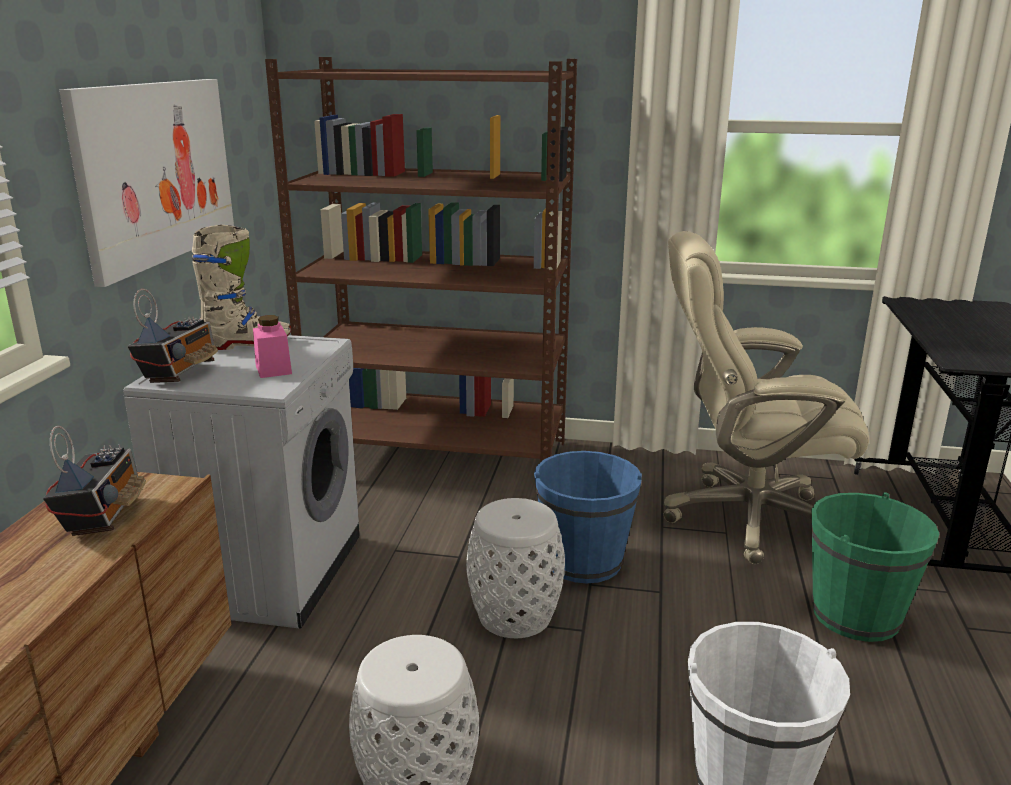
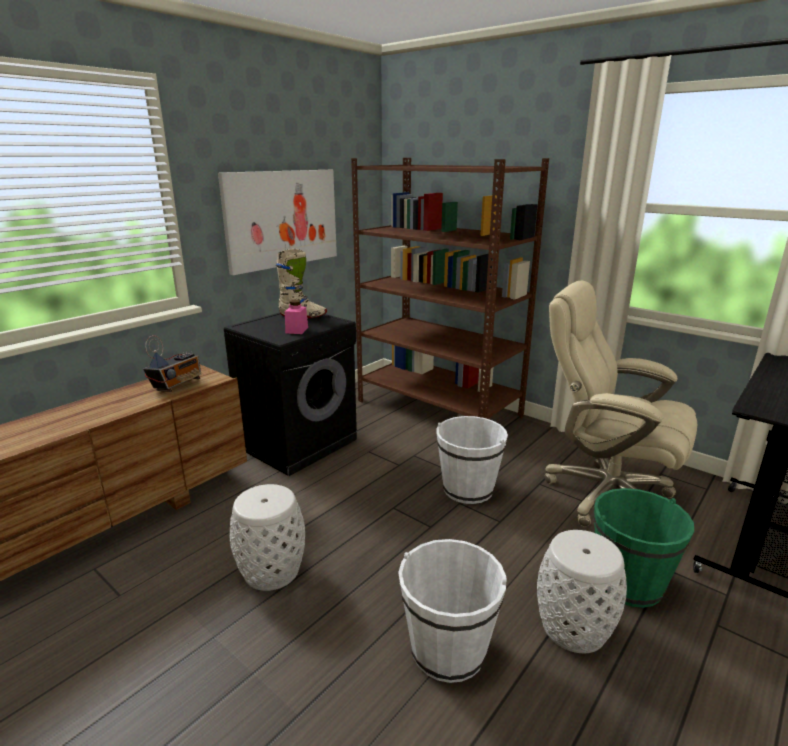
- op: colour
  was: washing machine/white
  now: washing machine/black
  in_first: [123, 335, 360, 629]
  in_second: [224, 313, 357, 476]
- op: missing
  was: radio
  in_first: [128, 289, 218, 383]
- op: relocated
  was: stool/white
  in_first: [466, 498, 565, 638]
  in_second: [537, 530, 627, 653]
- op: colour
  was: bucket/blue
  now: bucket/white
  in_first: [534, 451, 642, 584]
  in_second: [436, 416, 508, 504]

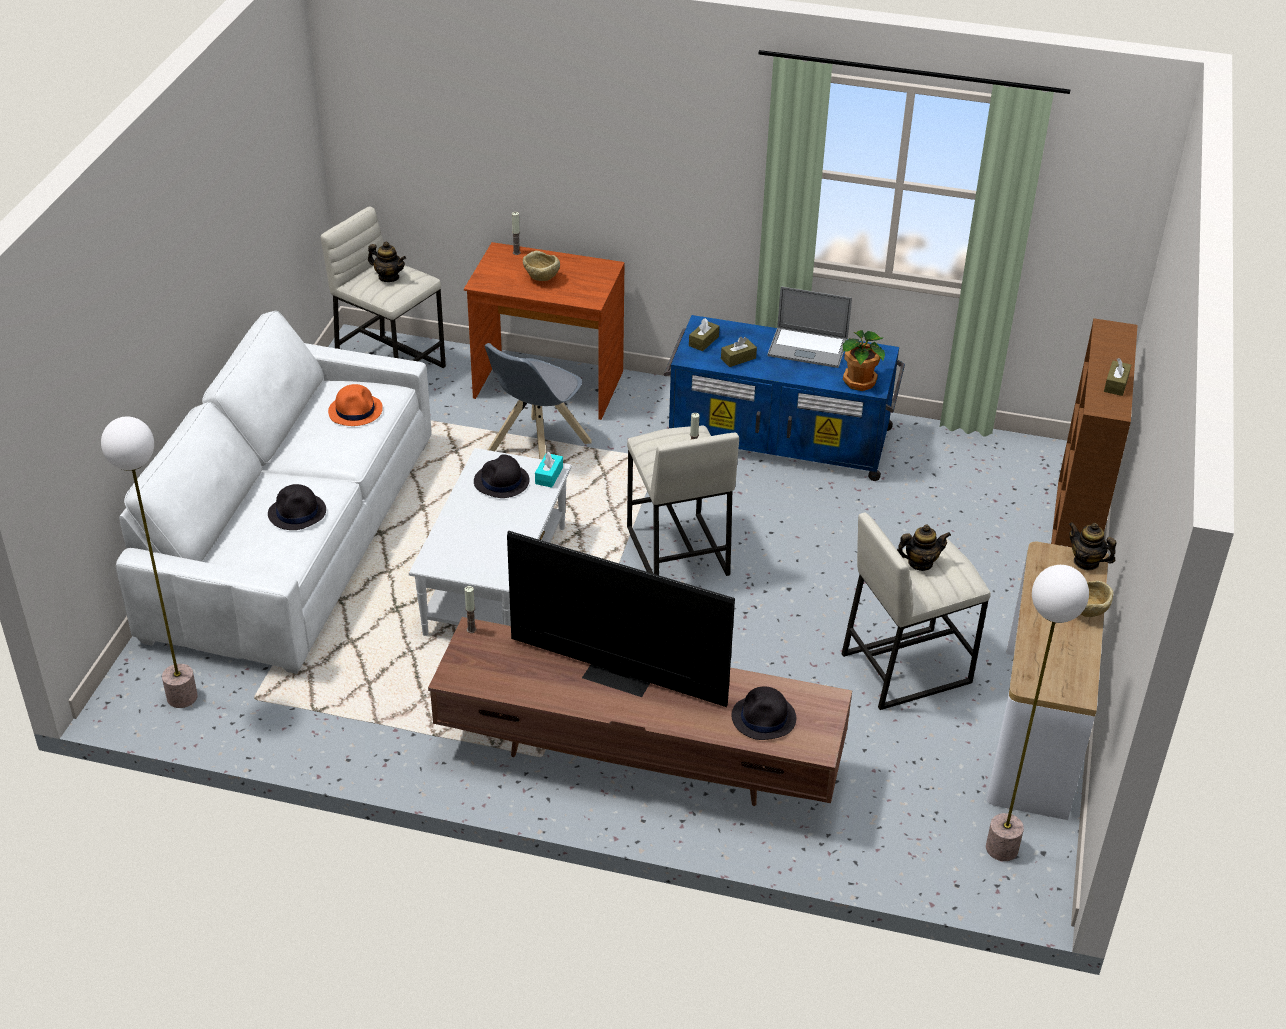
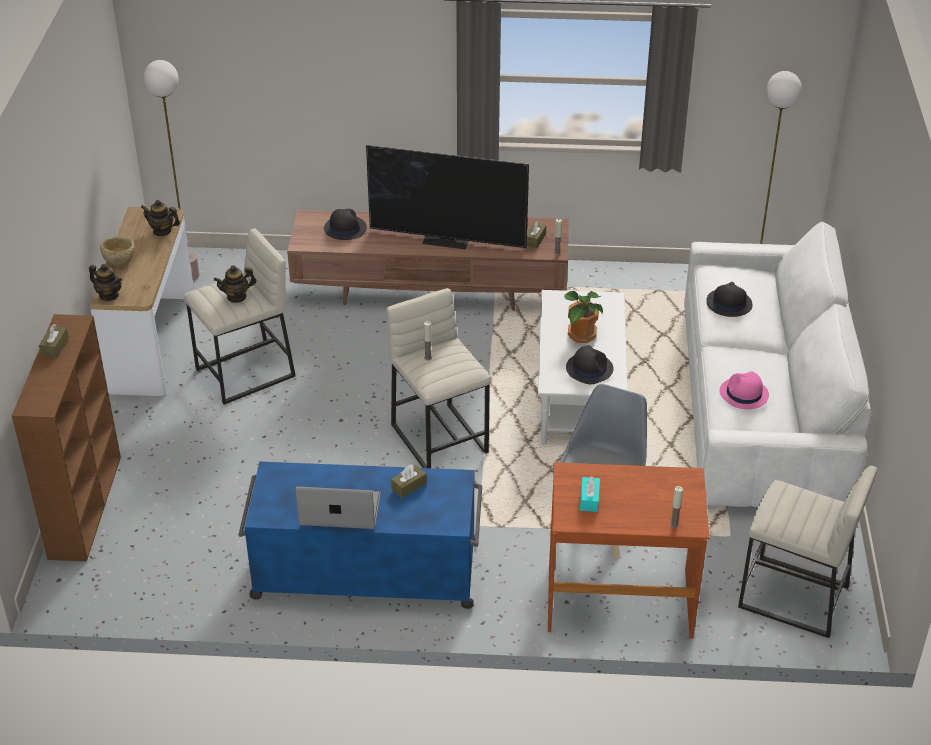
- op: colour
  was: hat/orange
  now: hat/pink
  in_first: [328, 384, 383, 426]
  in_second: [720, 371, 769, 409]
- op: relocated
  was: teapot
  in_first: [368, 242, 406, 282]
  in_second: [141, 200, 180, 236]
- op: missing
  was: bowl/beige
  in_first: [523, 251, 560, 281]
- op: relocated
  was: tissue box/turquoise
  in_first: [535, 452, 563, 488]
  in_second: [580, 476, 600, 512]
- op: relocated
  was: tissue box/brown
  in_first: [689, 318, 719, 351]
  in_second: [527, 221, 546, 248]
- op: relocated
  was: potted plant
  in_first: [843, 330, 885, 391]
  in_second: [564, 291, 603, 343]

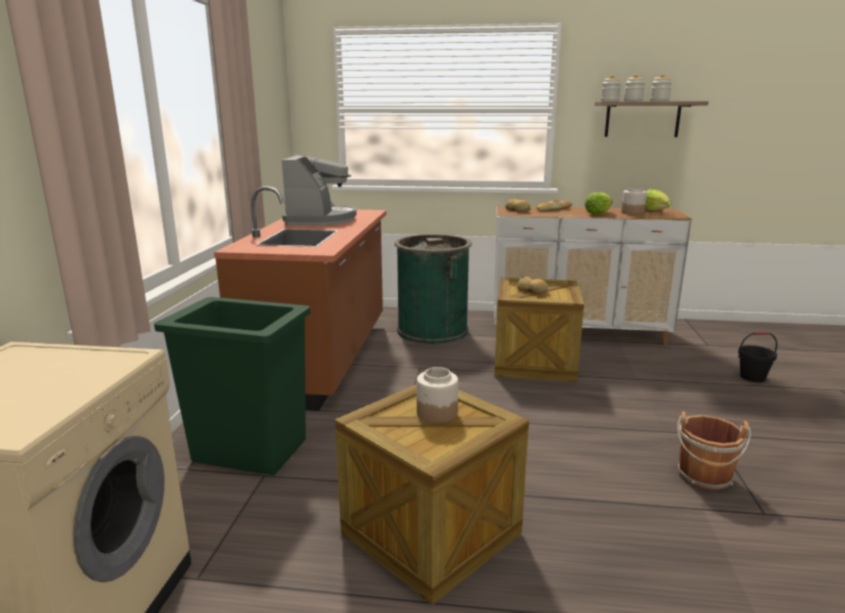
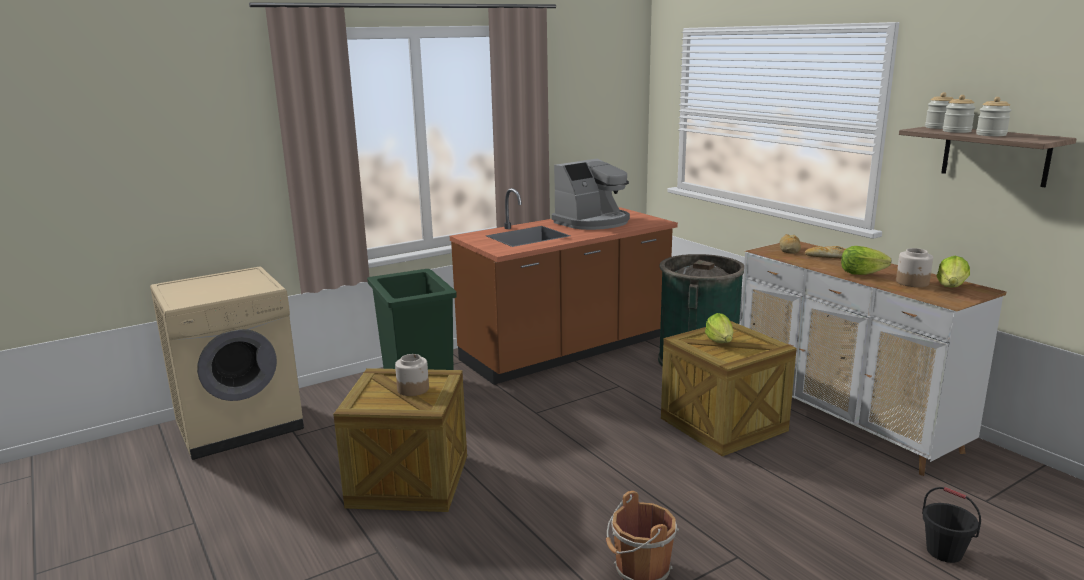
- op: exchanged
  was: bread
  now: lettuce
  in_first: [516, 277, 548, 294]
  in_second: [705, 313, 734, 343]

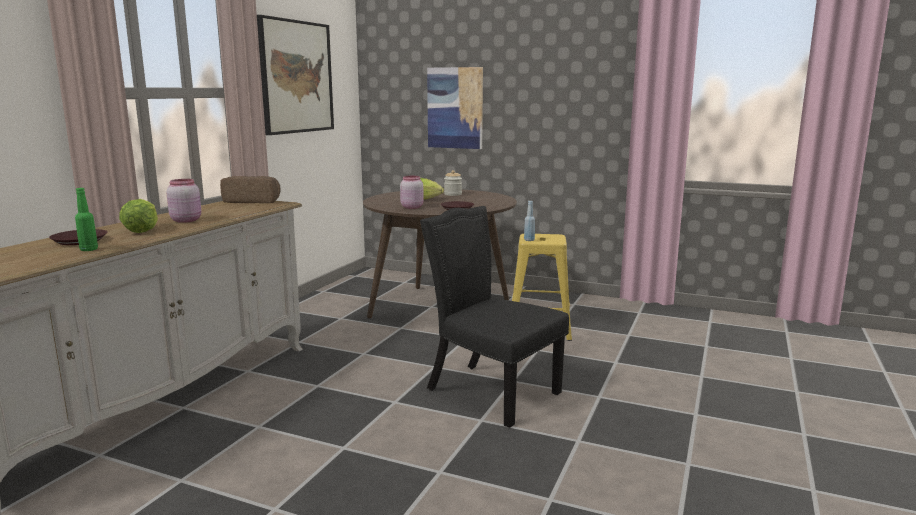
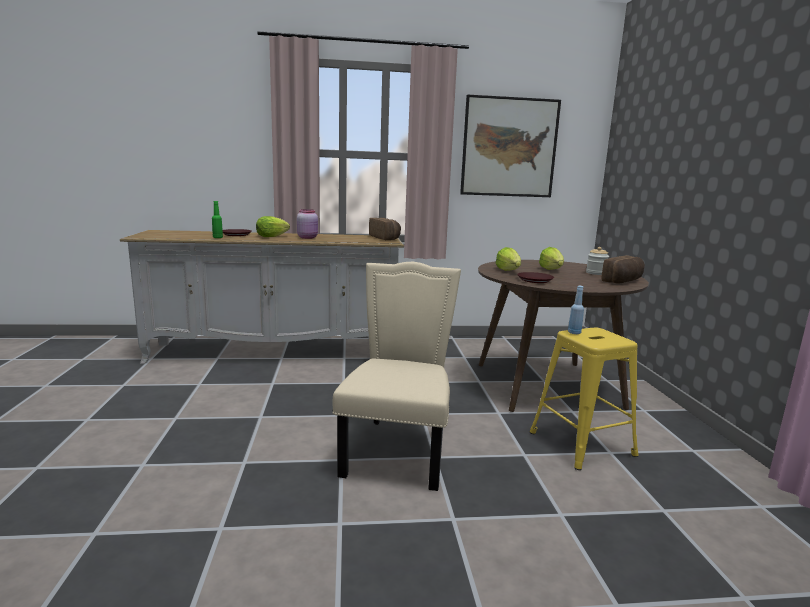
- op: exchanged
  was: jar/pink
  now: lettuce
  in_first: [400, 176, 424, 209]
  in_second: [496, 247, 521, 271]
- op: colour
  was: chair/black
  now: chair/beige
  in_first: [420, 206, 569, 428]
  in_second: [332, 262, 461, 491]
- op: missing
  was: picture
  in_first: [427, 67, 483, 149]
- op: appeared
  now: bread
  in_second: [602, 255, 645, 284]

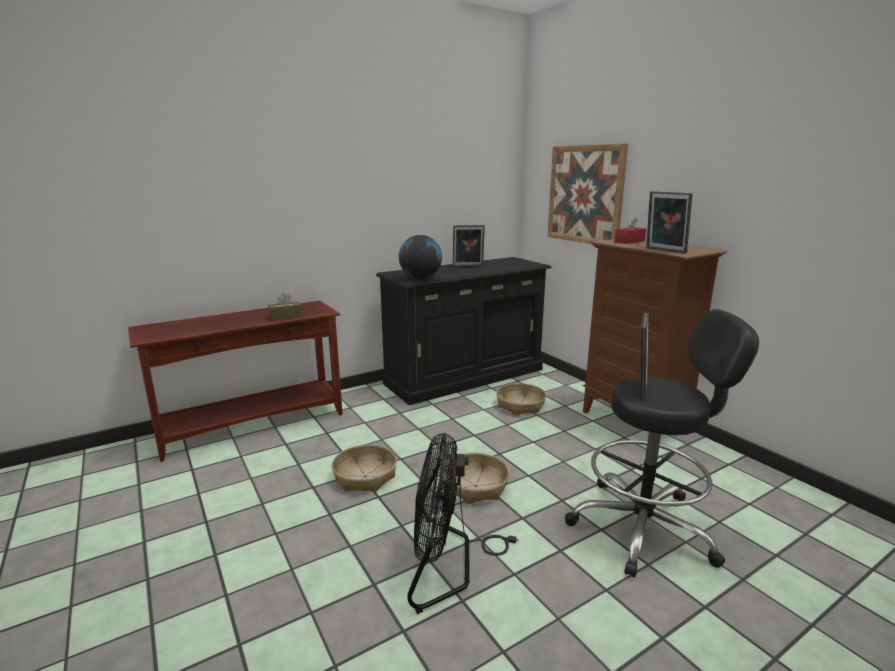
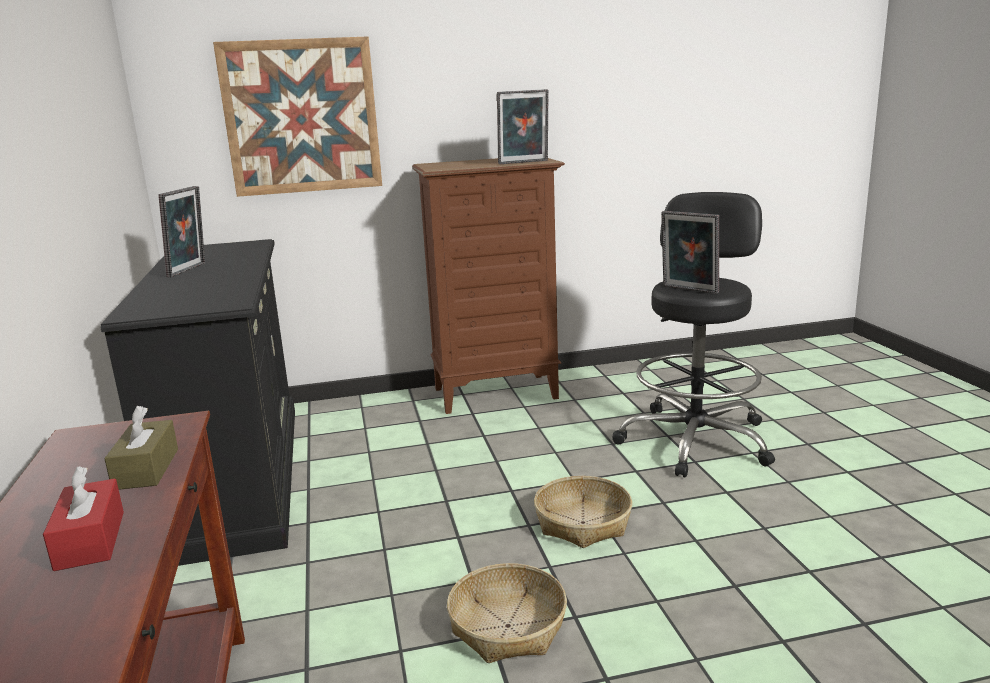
- op: missing
  was: globe
  in_first: [399, 235, 442, 280]
- op: missing
  was: fan/black
  in_first: [407, 432, 519, 614]
- op: missing
  was: basket
  in_first: [496, 383, 546, 415]
- op: relocated
  was: tissue box/red
  in_first: [614, 216, 646, 244]
  in_second: [43, 466, 124, 571]

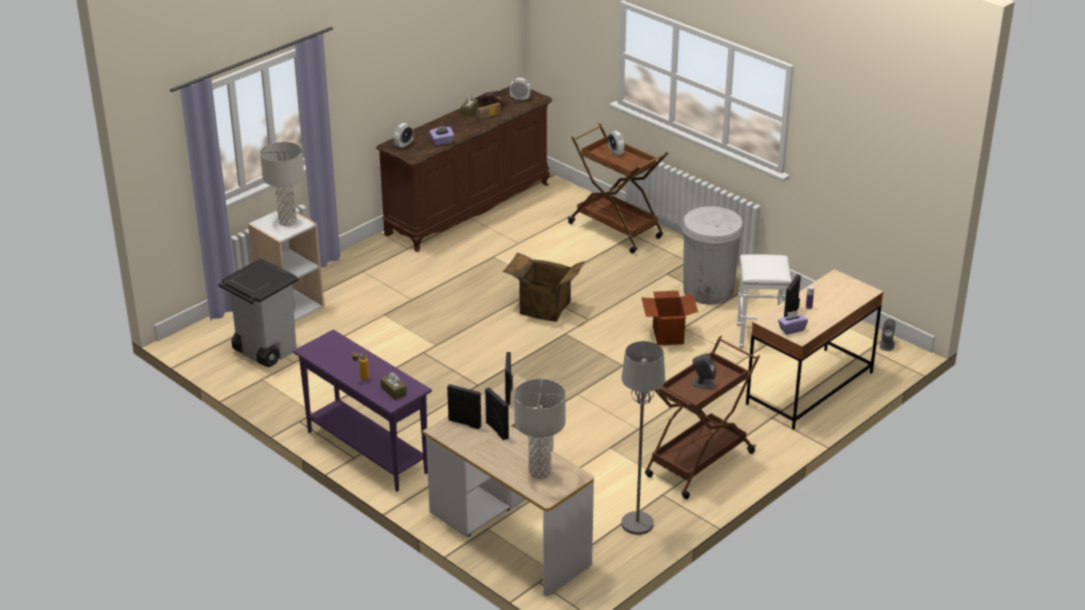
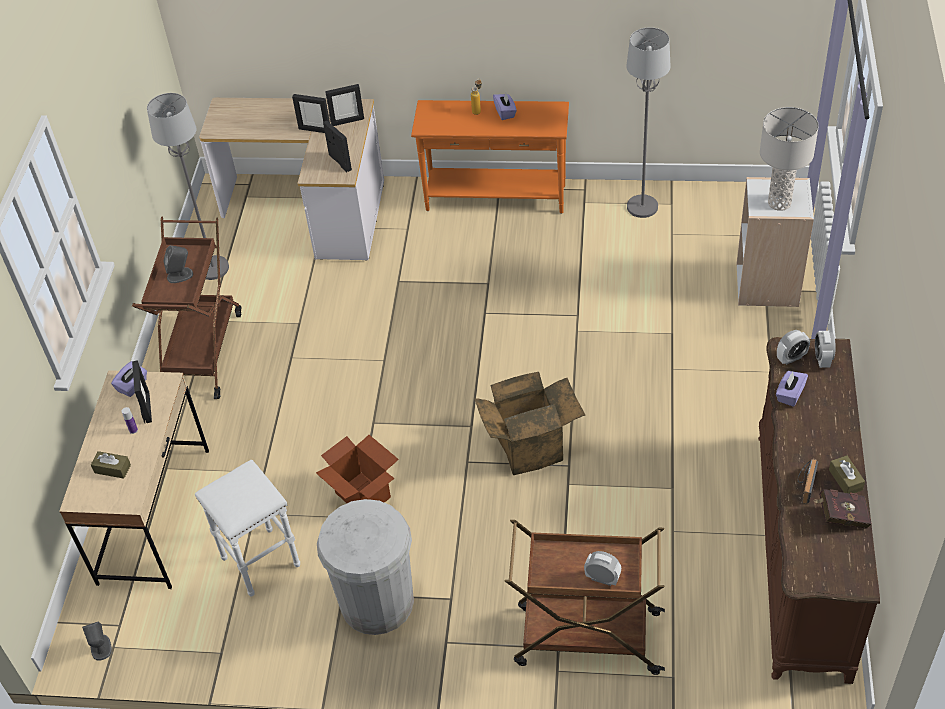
- op: missing
  was: trash can/grey
  in_first: [218, 259, 298, 367]
- op: colour
  was: console table/purple
  now: console table/orange
  in_first: [293, 329, 432, 492]
  in_second: [411, 100, 569, 214]
- op: relocated
  was: tissue box/brown
  in_first: [380, 372, 407, 400]
  in_second: [91, 451, 131, 479]
- op: relocated
  was: alarm clock
  in_first: [510, 78, 531, 101]
  in_second: [777, 330, 810, 365]
- op: missing
  was: table lamp/white
  in_first: [514, 379, 566, 479]
- op: appeared
  now: tissue box/purple
  in_second: [493, 93, 517, 120]
- op: appeared
  now: floor lamp/grey
  in_second: [626, 27, 671, 218]

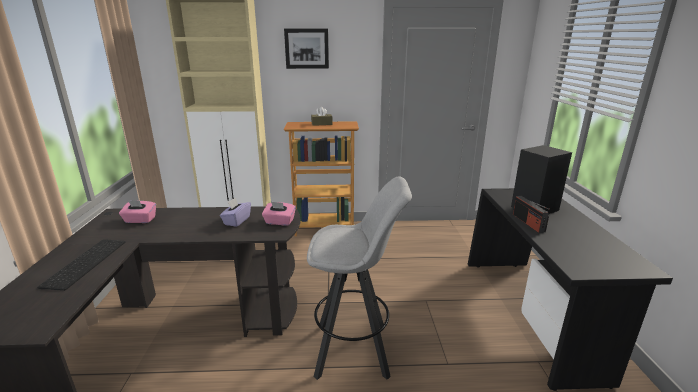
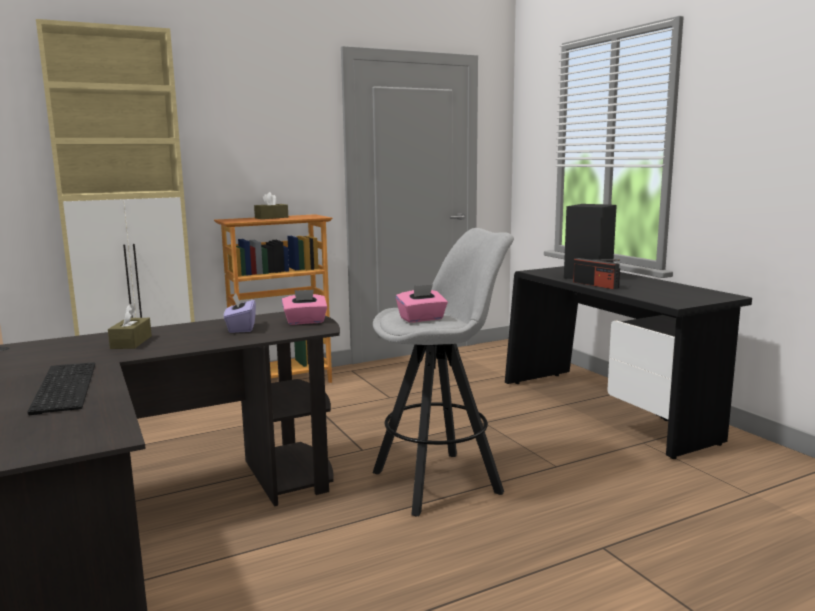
- op: relocated
  was: tissue box/pink
  in_first: [119, 200, 156, 223]
  in_second: [396, 284, 448, 323]
- op: missing
  was: picture
  in_first: [284, 29, 329, 69]
- op: appeared
  now: tissue box/brown
  in_second: [108, 304, 152, 349]

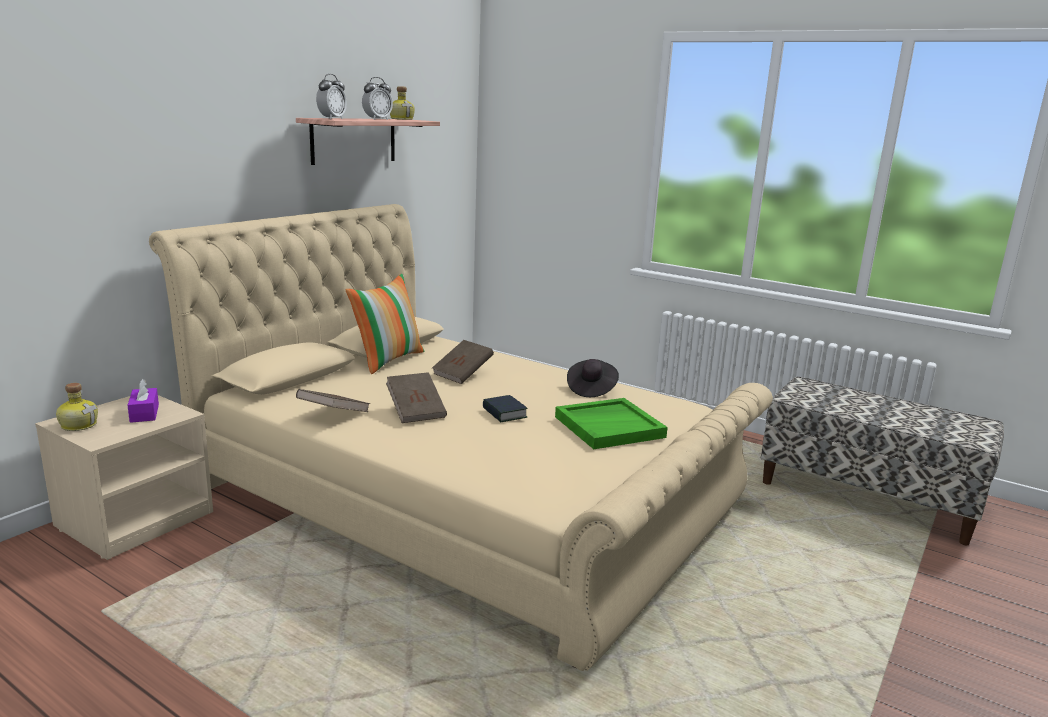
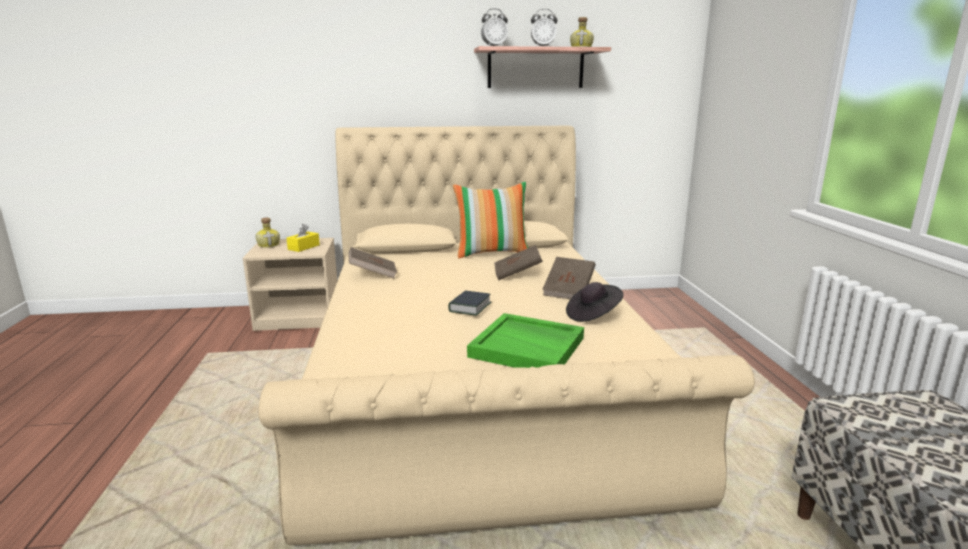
- op: colour
  was: tissue box/purple
  now: tissue box/yellow
  in_first: [127, 379, 159, 423]
  in_second: [287, 224, 320, 252]
- op: relocated
  was: book/brown
  in_first: [386, 372, 447, 423]
  in_second: [542, 257, 595, 299]

